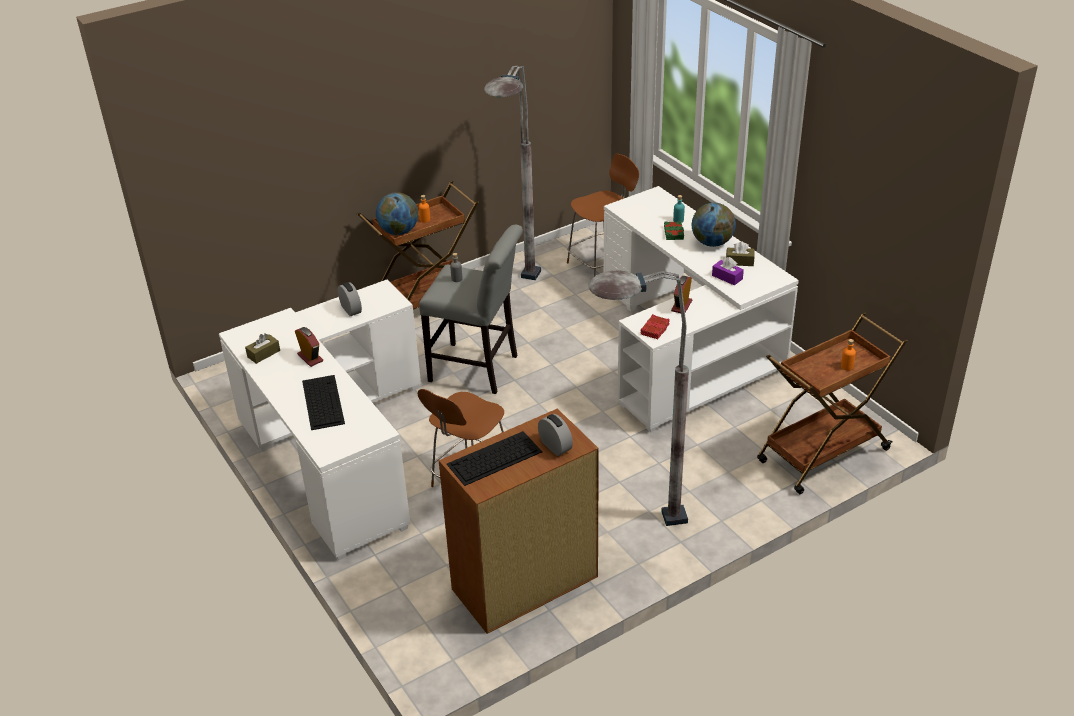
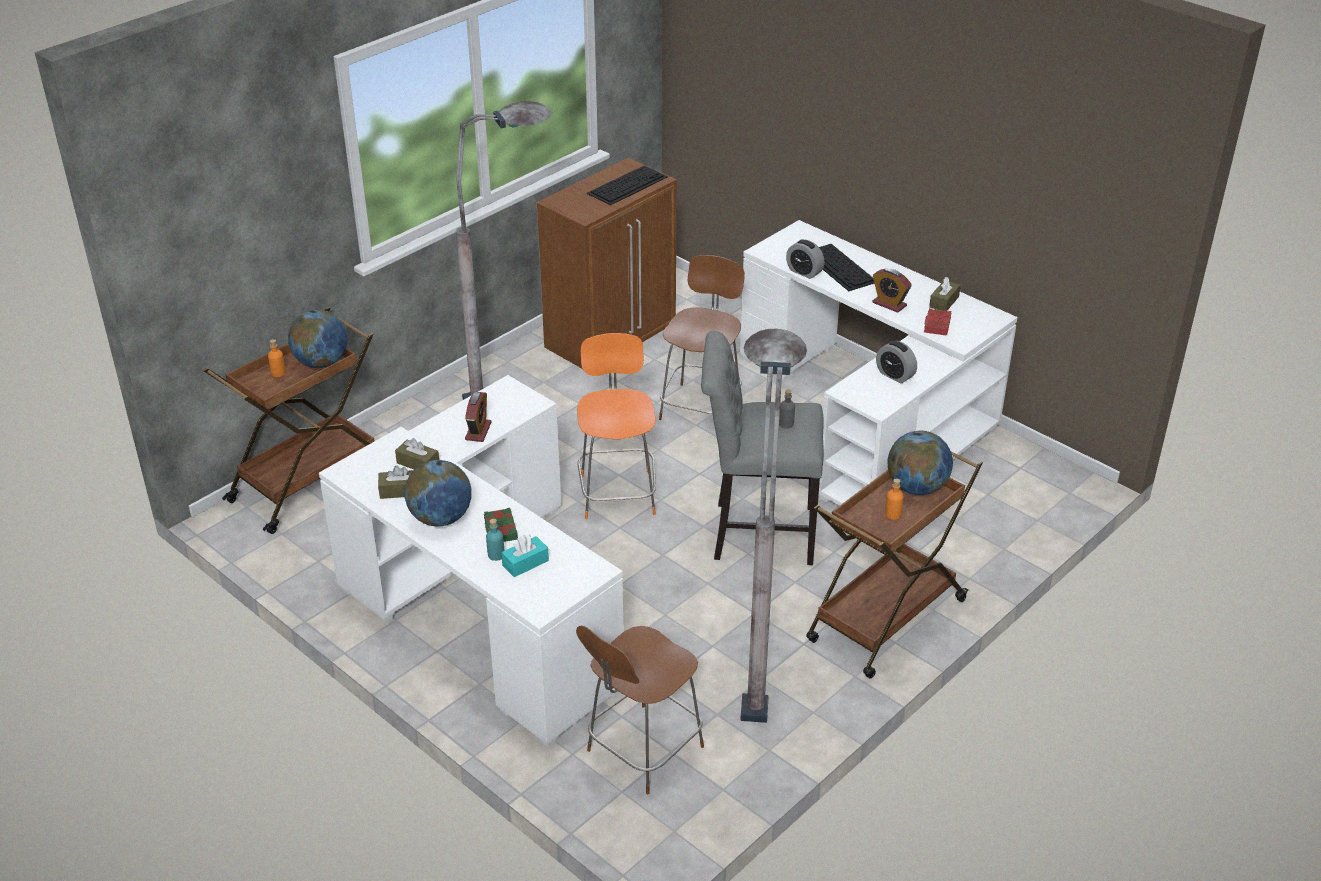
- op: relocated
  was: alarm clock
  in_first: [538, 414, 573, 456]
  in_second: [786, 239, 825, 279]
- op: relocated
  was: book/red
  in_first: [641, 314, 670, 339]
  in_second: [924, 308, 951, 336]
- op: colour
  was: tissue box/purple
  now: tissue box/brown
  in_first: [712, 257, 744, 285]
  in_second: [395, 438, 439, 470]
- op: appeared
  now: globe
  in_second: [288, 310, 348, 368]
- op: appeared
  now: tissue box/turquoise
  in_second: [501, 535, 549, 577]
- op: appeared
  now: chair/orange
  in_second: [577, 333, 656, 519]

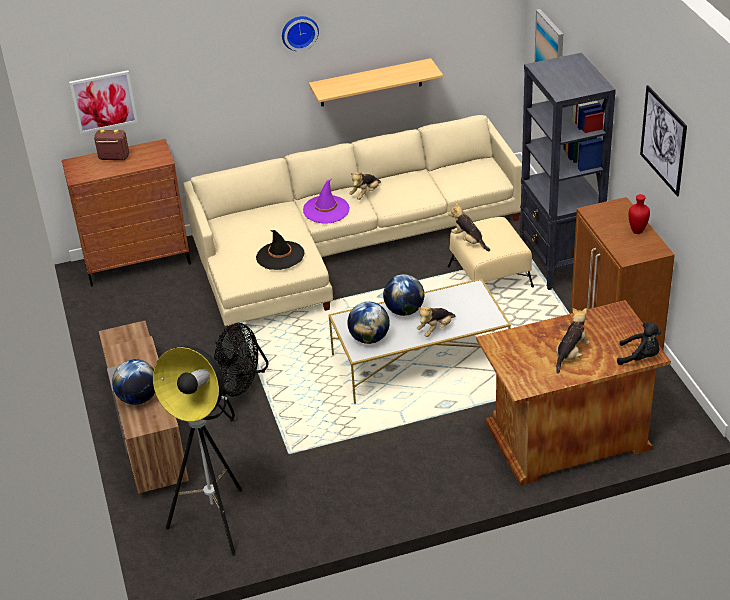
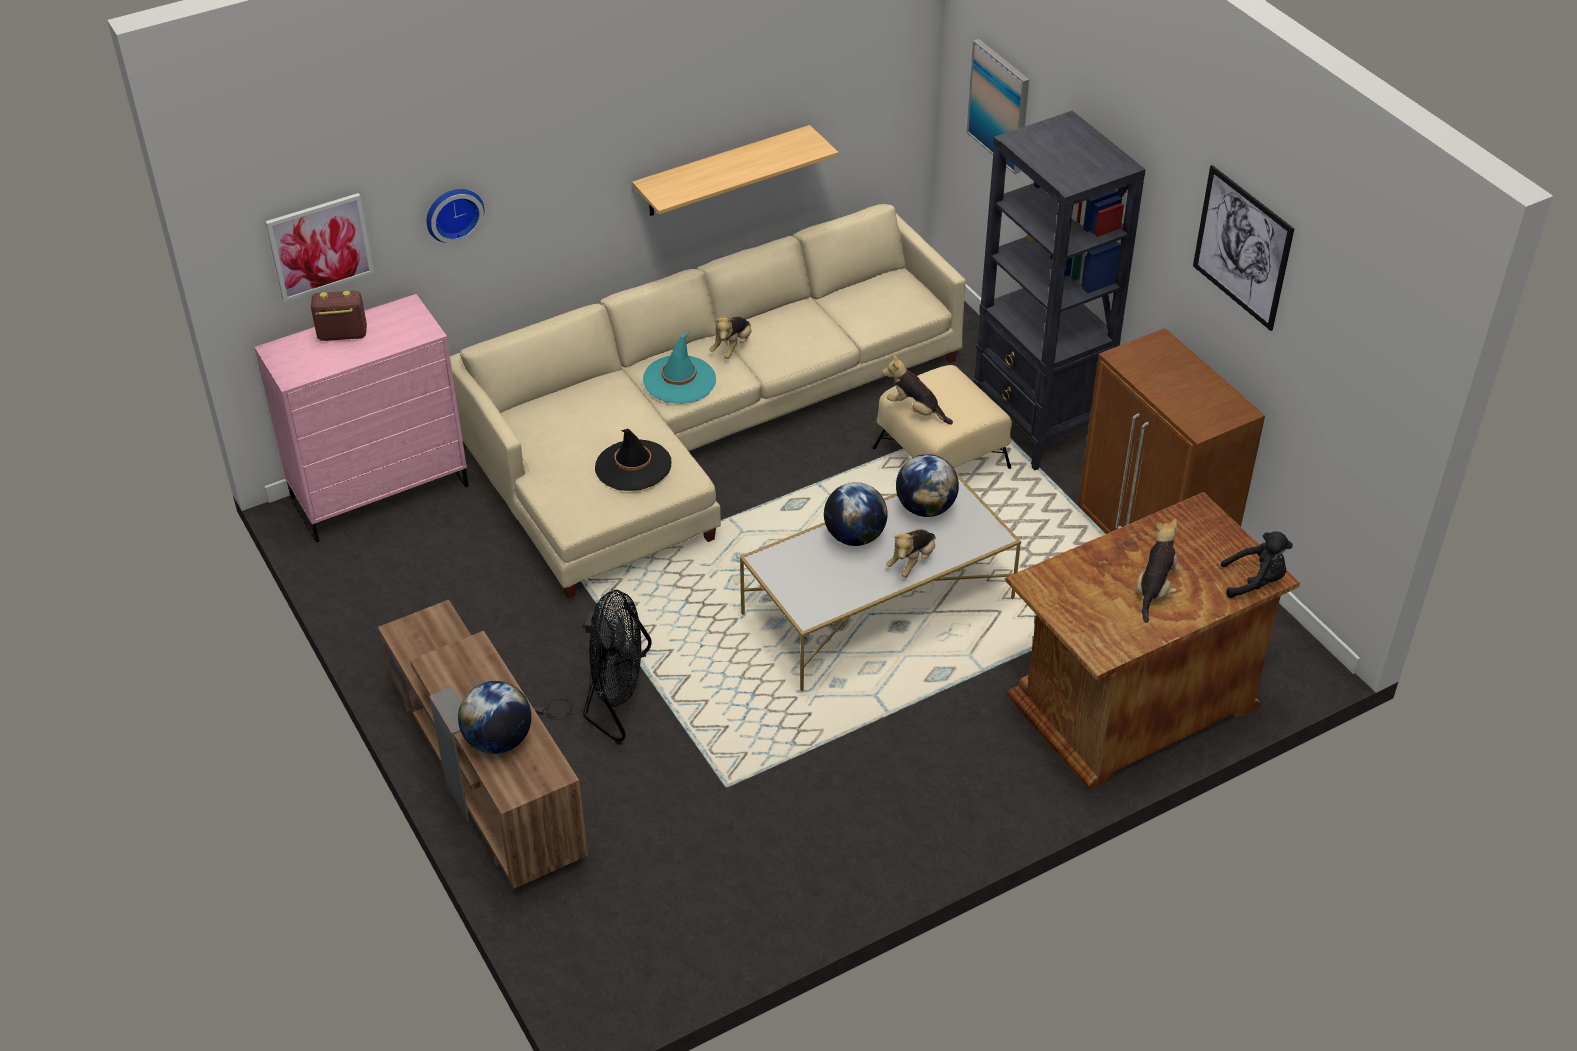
- op: colour
  was: dresser/brown
  now: dresser/pink
  in_first: [62, 139, 191, 287]
  in_second: [254, 294, 469, 543]
- op: missing
  was: floor lamp
  in_first: [153, 346, 242, 556]
- op: relocated
  was: wall clock
  in_first: [282, 16, 319, 51]
  in_second: [426, 189, 484, 243]
- op: colour
  was: hat/purple
  now: hat/turquoise
  in_first: [303, 179, 350, 223]
  in_second: [643, 332, 716, 404]
- op: relocated
  was: globe
  in_first: [347, 302, 390, 344]
  in_second: [896, 454, 959, 517]
- op: missing
  was: vase/red
  in_first: [628, 194, 650, 234]

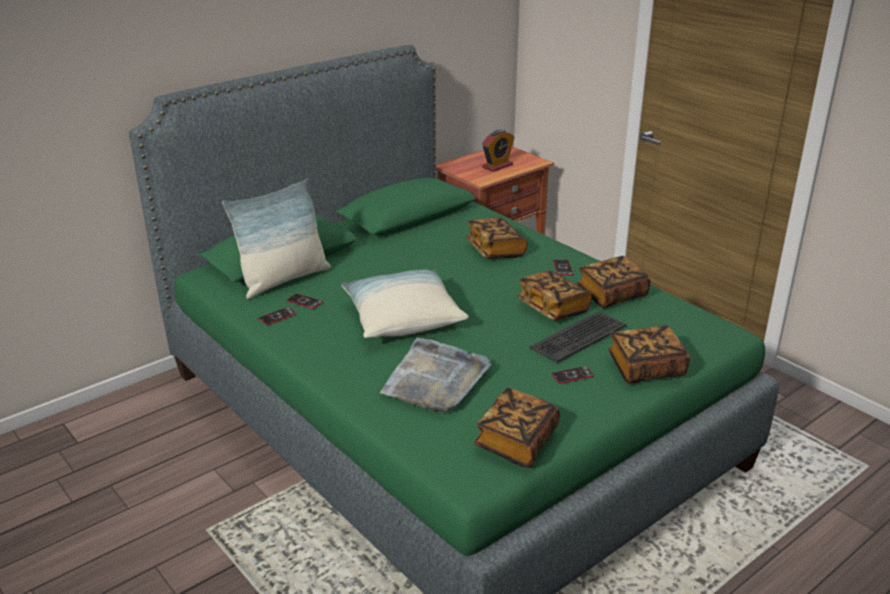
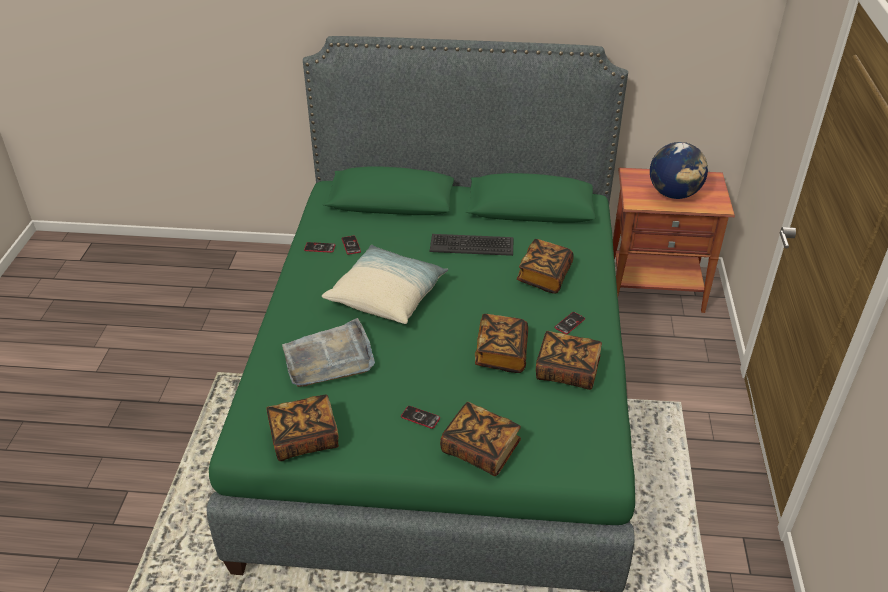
- op: missing
  was: pillow
  in_first: [222, 179, 331, 299]
- op: exchanged
  was: alarm clock
  now: globe
  in_first: [482, 129, 515, 172]
  in_second: [650, 142, 708, 199]
- op: relocated
  was: keyboard
  in_first: [529, 311, 627, 363]
  in_second: [429, 234, 514, 256]

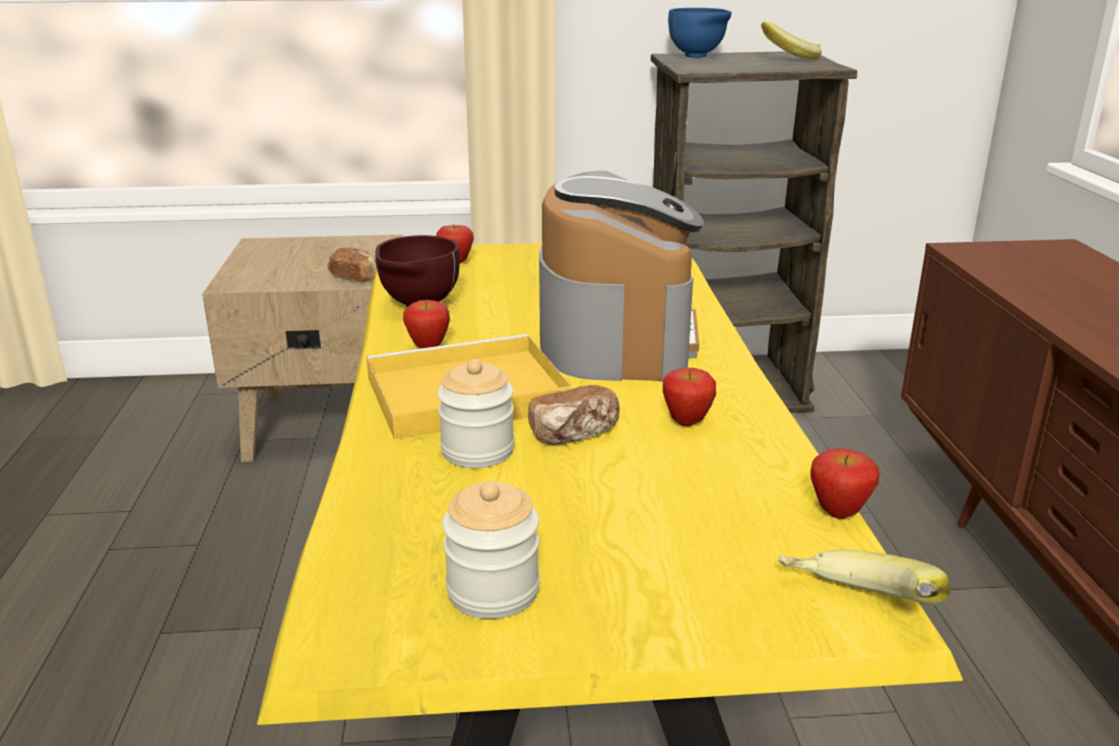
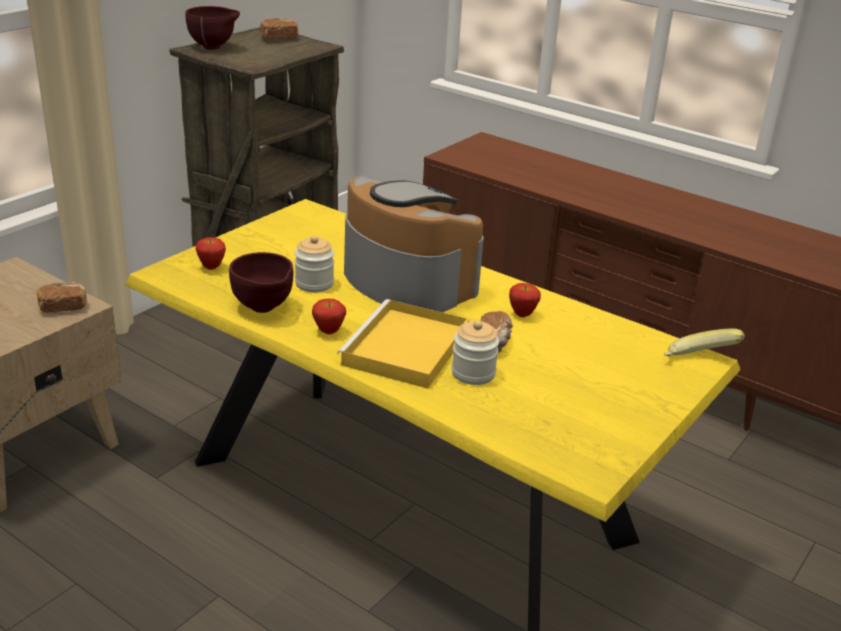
- op: relocated
  was: jar
  in_first: [442, 481, 540, 619]
  in_second: [294, 236, 334, 292]
- op: colour
  was: bowl/blue
  now: bowl/brown
  in_first: [668, 8, 731, 58]
  in_second: [185, 6, 240, 50]
- op: exchanged
  was: banana
  now: bread
  in_first: [761, 21, 822, 60]
  in_second: [260, 18, 298, 39]
- op: missing
  was: apple
  in_first: [810, 448, 880, 519]

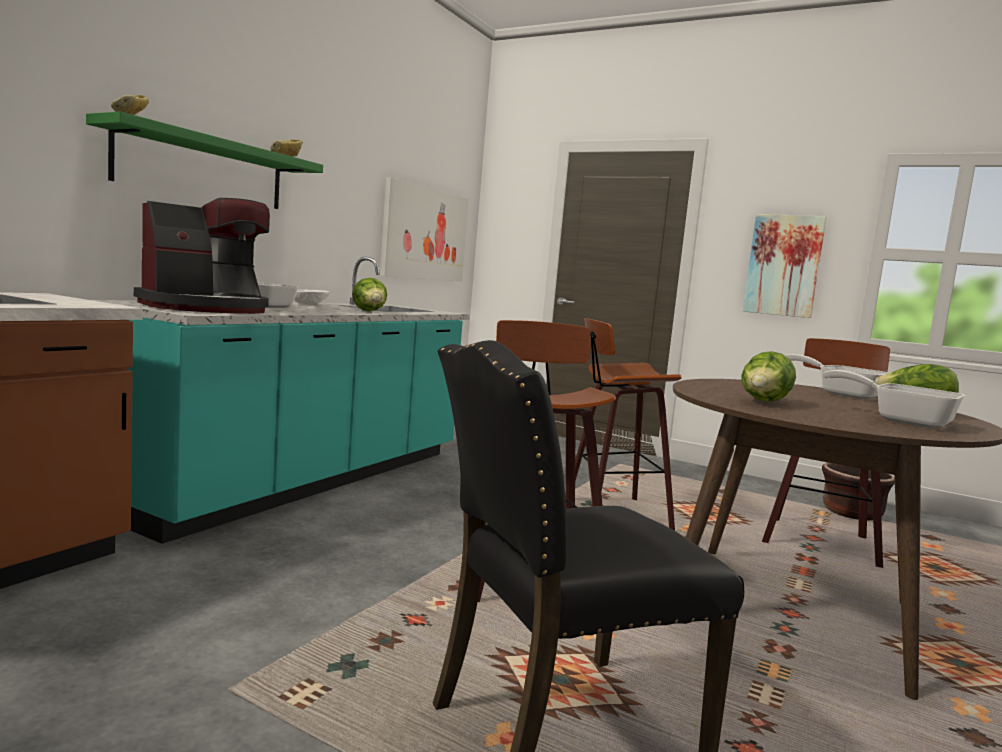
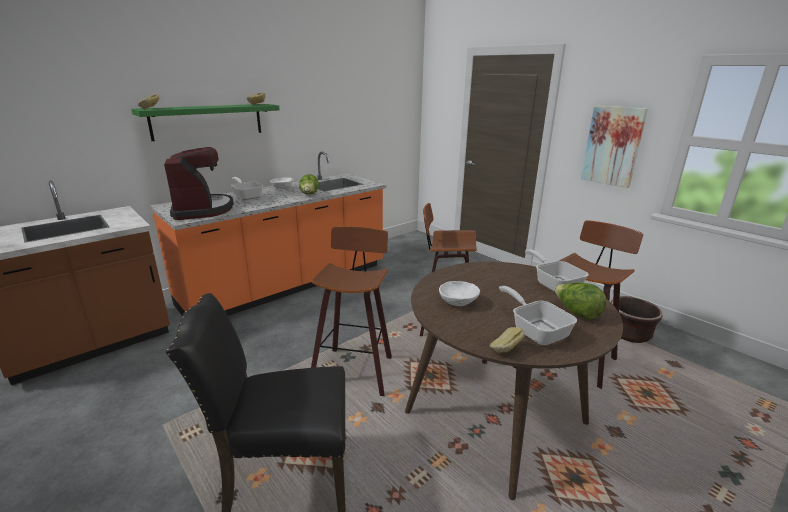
- op: colour
  was: counter/turquoise
  now: counter/orange
  in_first: [92, 257, 470, 544]
  in_second: [150, 152, 386, 316]
- op: spun
  was: coffee machine
  in_first: [134, 198, 270, 314]
  in_second: [164, 147, 234, 220]
  clockwise: -90
- op: missing
  was: picture
  in_first: [380, 177, 469, 282]
- op: exchanged
  was: lettuce
  now: bowl/white
  in_first: [741, 351, 796, 402]
  in_second: [439, 281, 480, 306]
- op: appeared
  now: bread
  in_second: [490, 327, 525, 354]

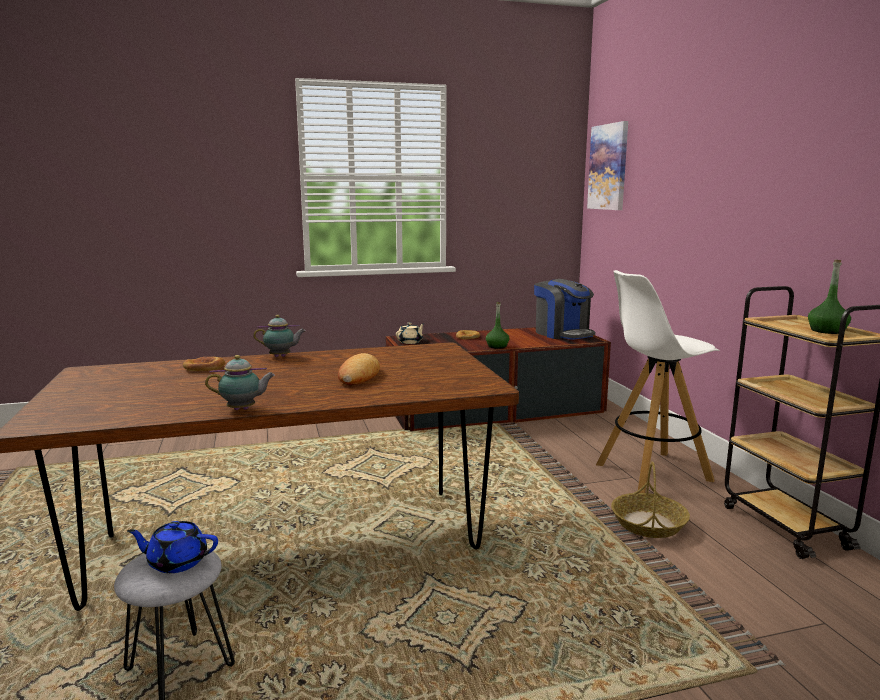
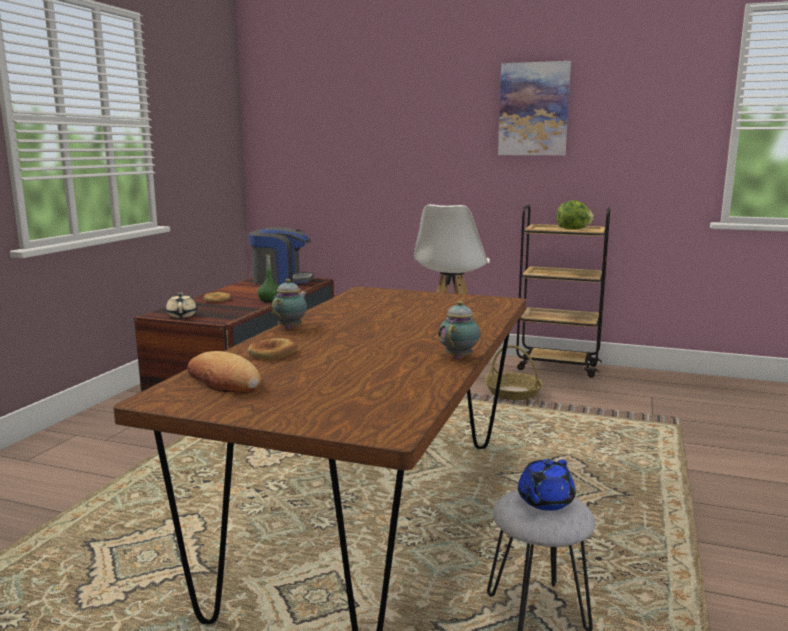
- op: relocated
  was: bread
  in_first: [338, 353, 380, 385]
  in_second: [187, 351, 261, 393]
- op: relocated
  was: picture
  in_first: [587, 121, 628, 210]
  in_second: [498, 61, 571, 155]
- op: exchanged
  was: bottle/green
  now: lettuce
  in_first: [808, 260, 851, 334]
  in_second: [556, 200, 594, 229]

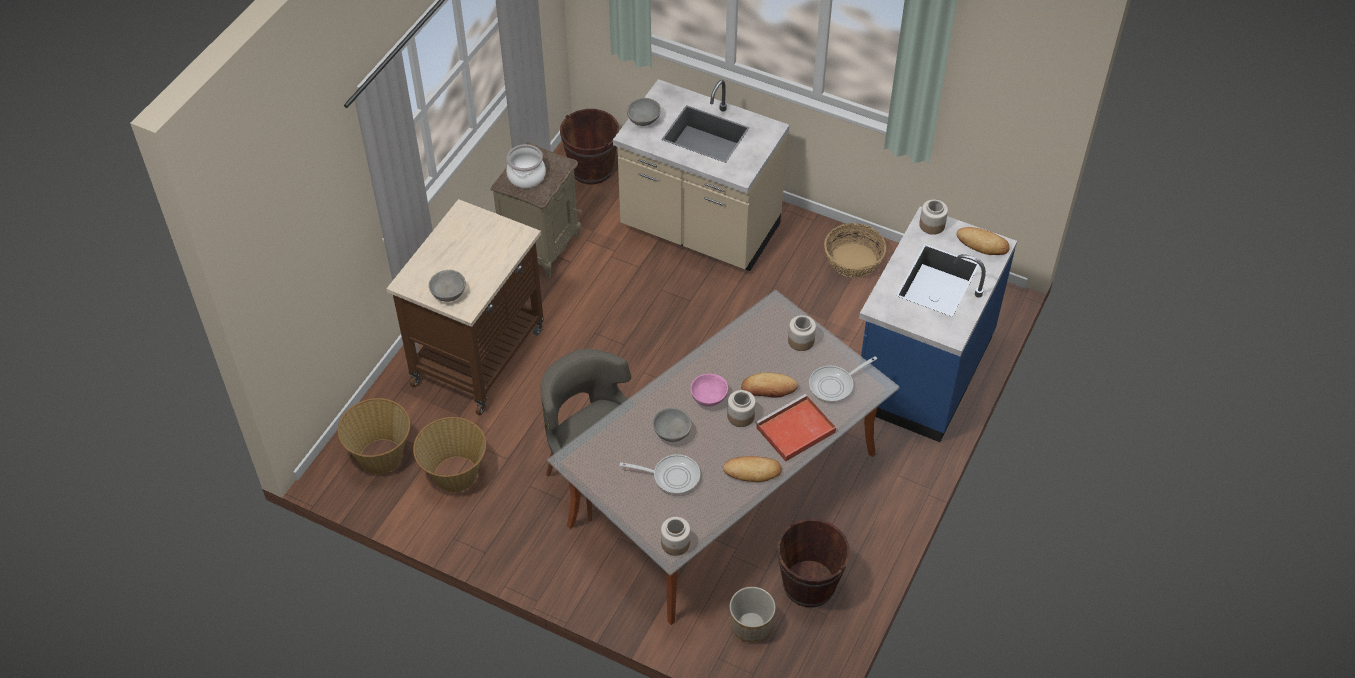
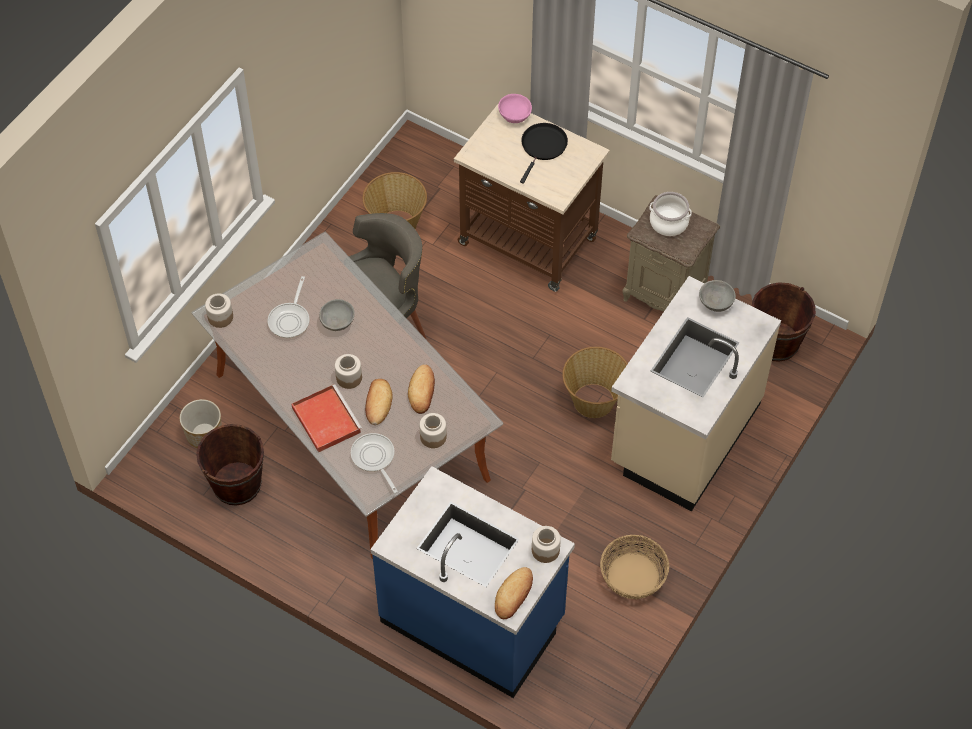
- op: relocated
  was: basket
  in_first: [338, 398, 410, 474]
  in_second: [562, 347, 628, 418]
- op: missing
  was: bowl/grey
  in_first: [429, 270, 466, 302]
- op: relocated
  was: bowl/pink
  in_first: [690, 374, 728, 407]
  in_second: [498, 94, 532, 123]
- op: relocated
  was: bread
  in_first: [723, 456, 782, 482]
  in_second: [408, 364, 435, 414]
- op: appeared
  now: frying pan/black
  in_second: [520, 123, 568, 184]

